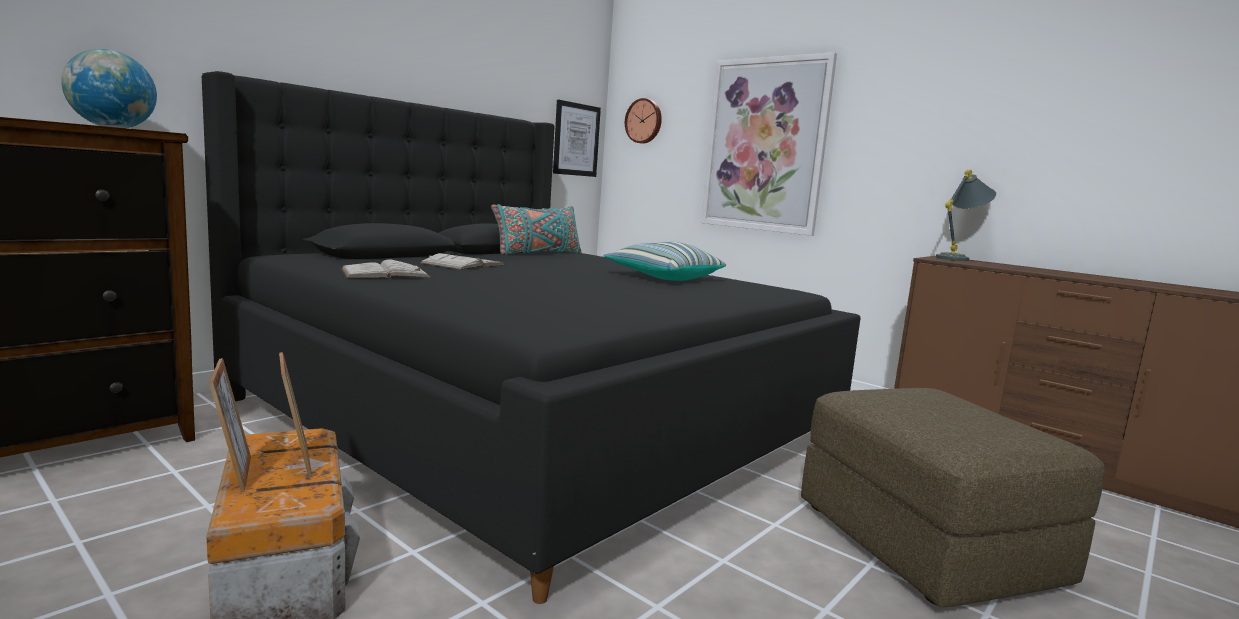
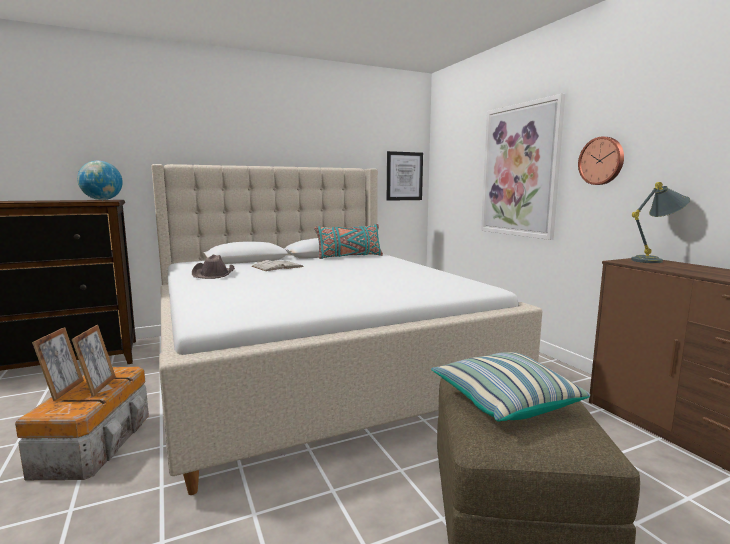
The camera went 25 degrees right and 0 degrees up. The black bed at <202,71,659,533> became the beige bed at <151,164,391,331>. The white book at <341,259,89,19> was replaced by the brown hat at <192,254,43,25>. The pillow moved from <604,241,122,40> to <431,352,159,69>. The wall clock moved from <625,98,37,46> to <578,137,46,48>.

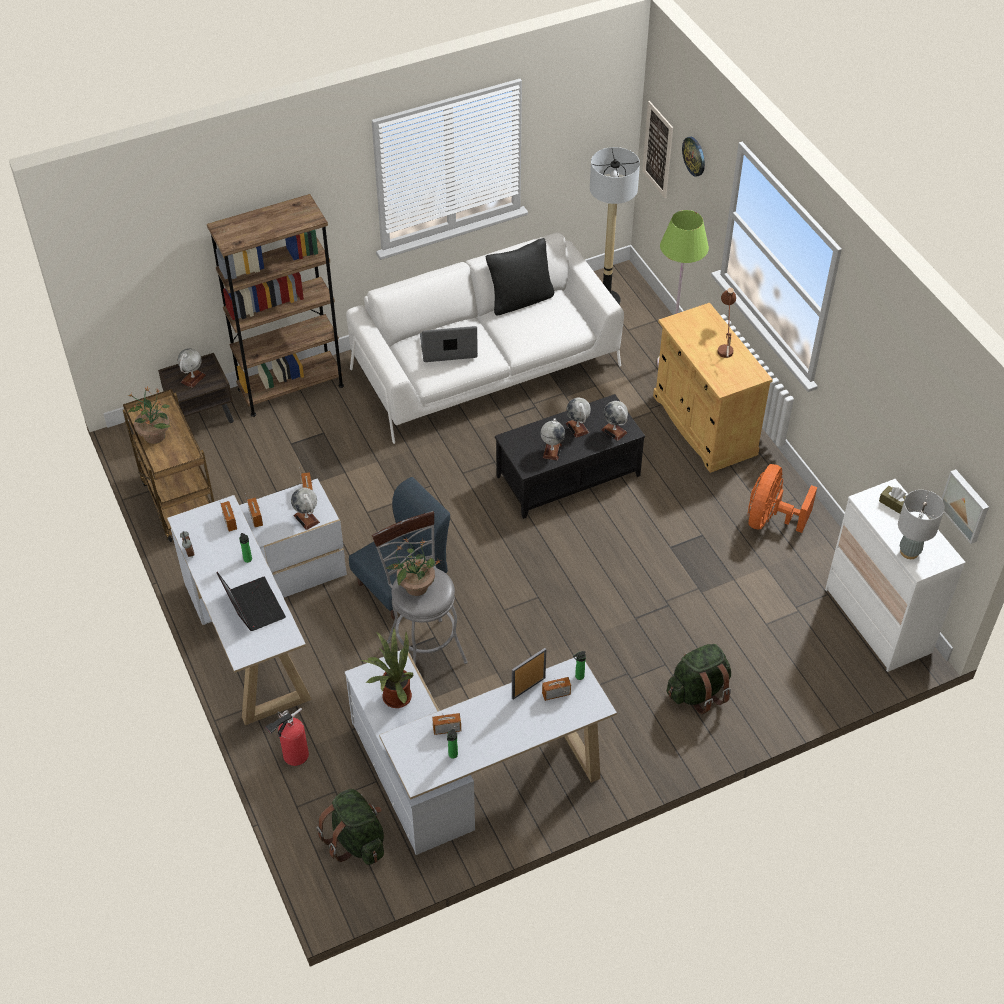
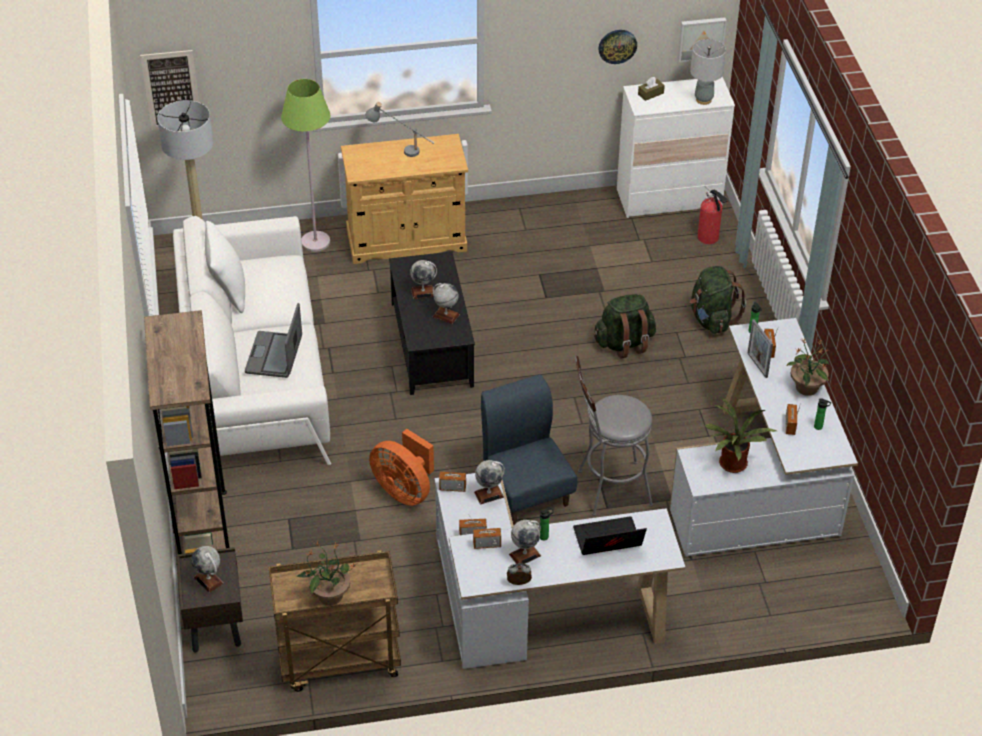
The camera went 75 degrees left and 5 degrees down. The black pillow at <486,238,68,78> became the white pillow at <205,221,40,92>. The brown table lamp at <717,287,19,71> became the grey table lamp at <365,102,70,55>. The orange fan moved from <748,464,69,69> to <369,429,65,77>. The globe moved from <601,401,27,40> to <509,520,32,46>. The green backpack moved from <317,789,67,76> to <594,294,62,64>. The wall clock moved from <682,137,23,40> to <598,30,39,34>. The fire extinguisher moved from <265,708,44,58> to <697,185,32,59>. The potted plant moved from <386,537,55,59> to <787,339,42,57>.

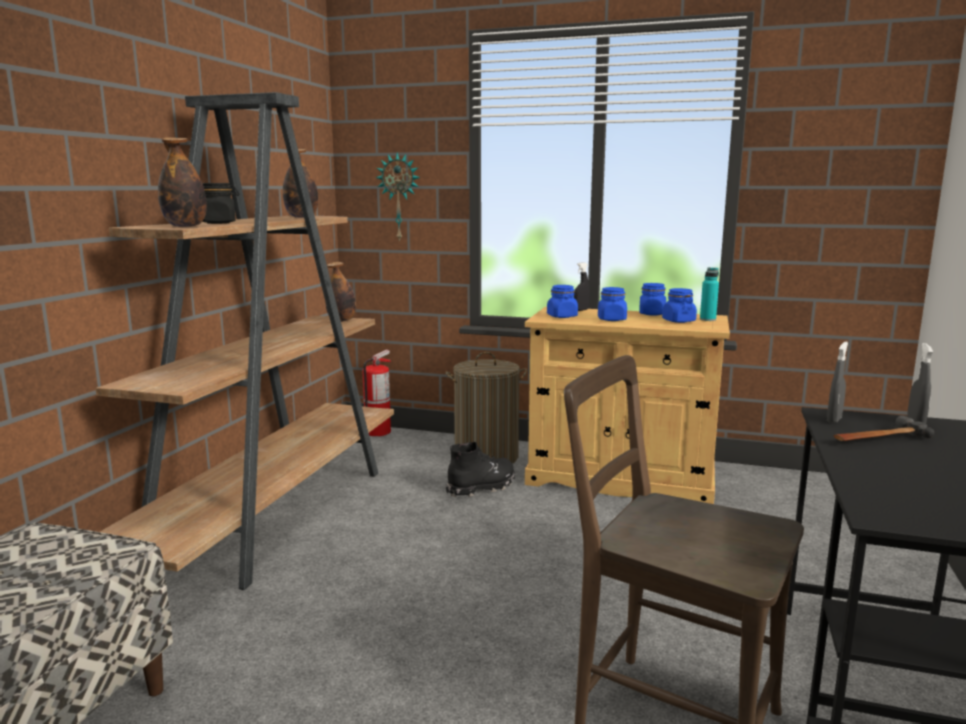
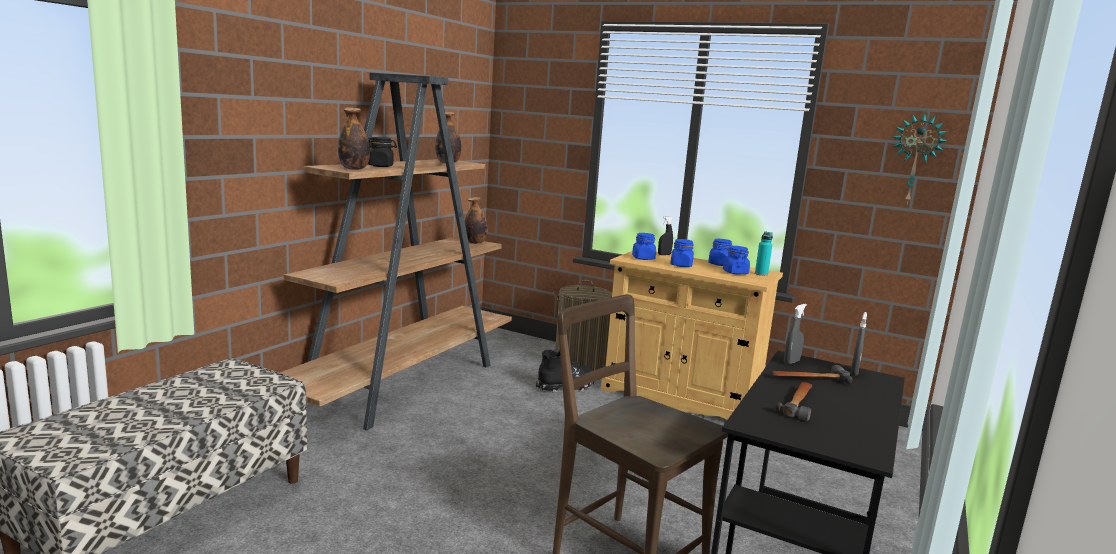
The camera went 10 degrees right and 0 degrees up. The hammer at <775,382,37,39> appeared. The wall clock moved from <375,152,45,90> to <892,114,56,90>. The fire extinguisher at <362,350,29,86> disappeared.

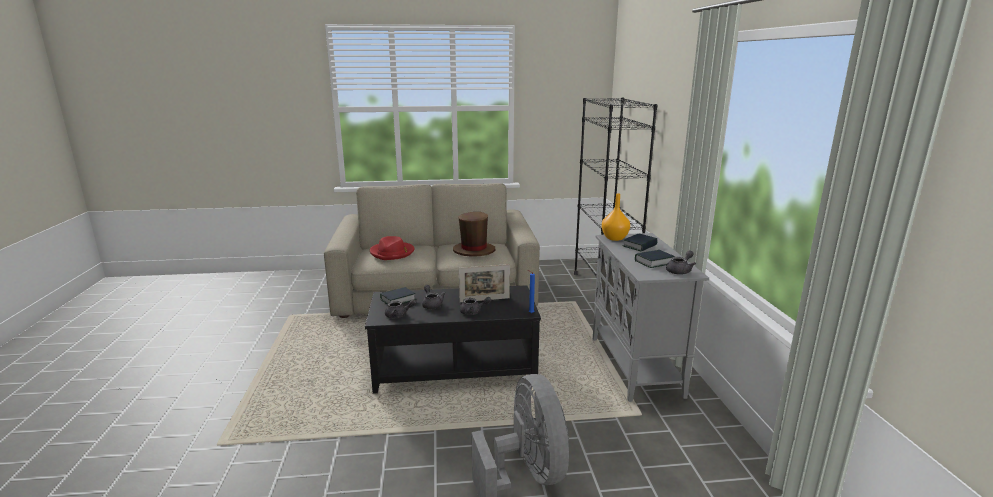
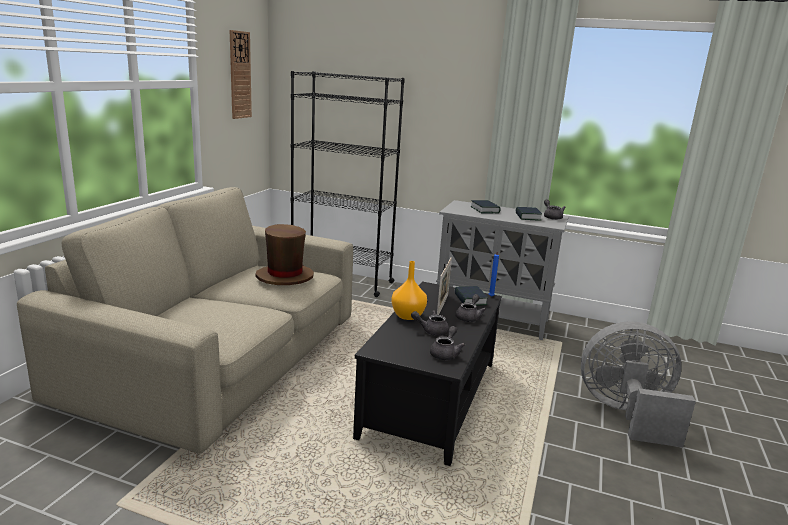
The camera went 65 degrees left and 0 degrees up. The wall clock at <230,30,22,89> appeared. The orange vase moved from <602,194,28,47> to <391,261,36,59>. The book moved from <380,287,36,18> to <455,286,33,20>. The red hat at <370,236,44,24> disappeared.

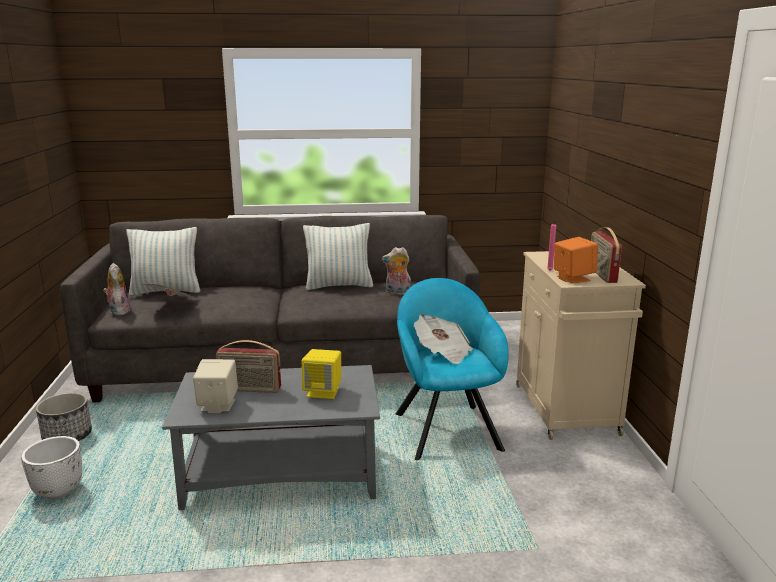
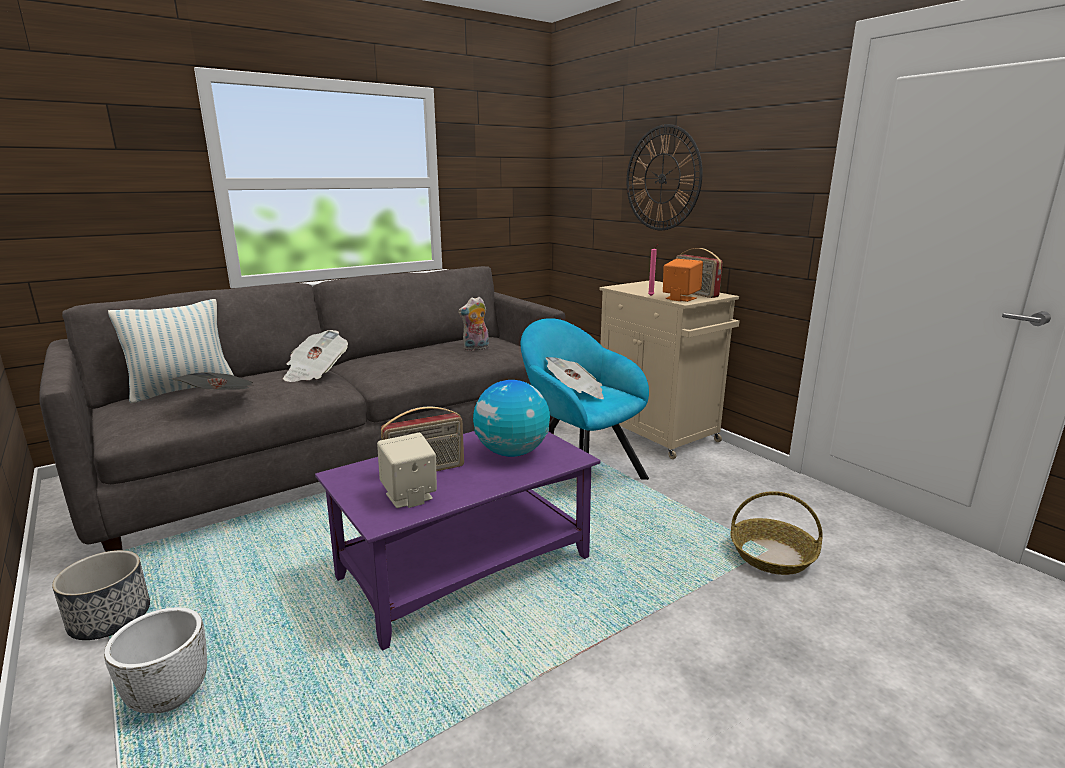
The camera went 30 degrees left and 0 degrees up. The newspaper at <283,330,65,52> appeared. The grey coffee table at <162,365,218,145> became the purple coffee table at <315,431,286,220>. The yellow speaker at <302,349,39,50> was replaced by the globe at <473,380,77,77>. The wall clock at <627,124,76,106> appeared. The basket at <730,491,93,84> appeared. The plush toy at <103,263,28,52> disappeared. The pillow at <303,223,70,67> disappeared.

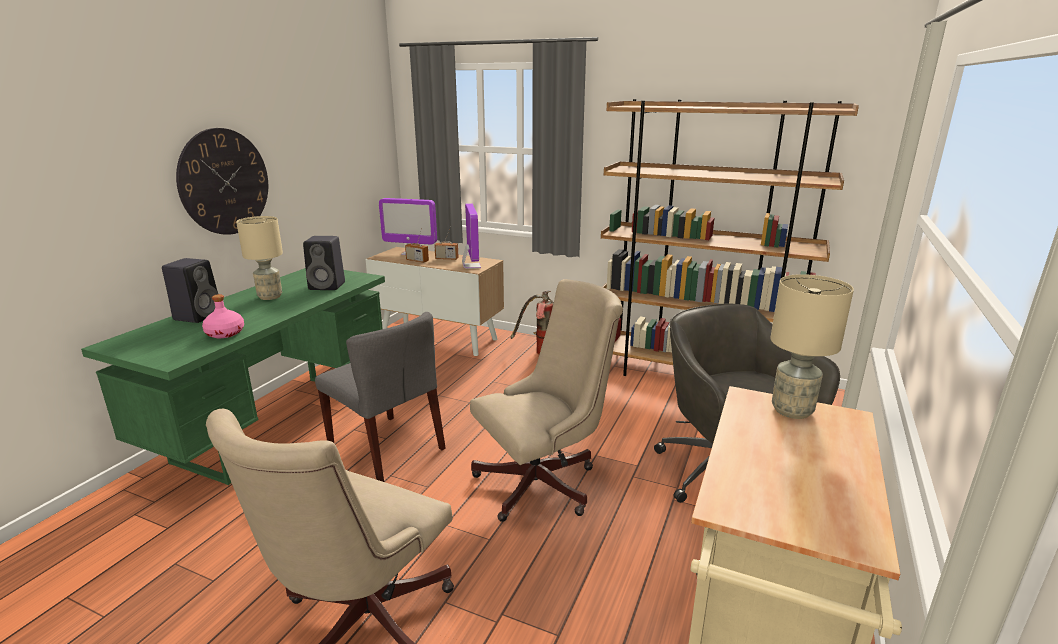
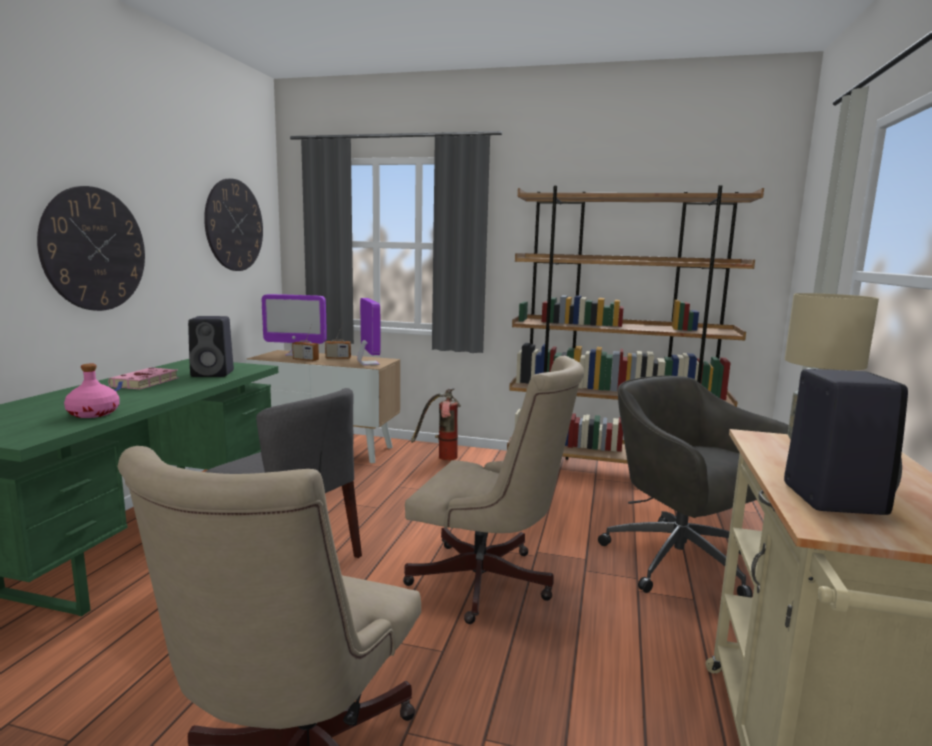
The camera went 10 degrees left and 10 degrees down. The beige table lamp at <236,216,47,84> was replaced by the pink book at <108,367,71,24>. The wall clock at <204,179,59,92> appeared. The beige office chair at <470,279,153,243> turned 60 degrees clockwise. The black speaker moved from <162,258,56,65> to <784,369,124,146>.

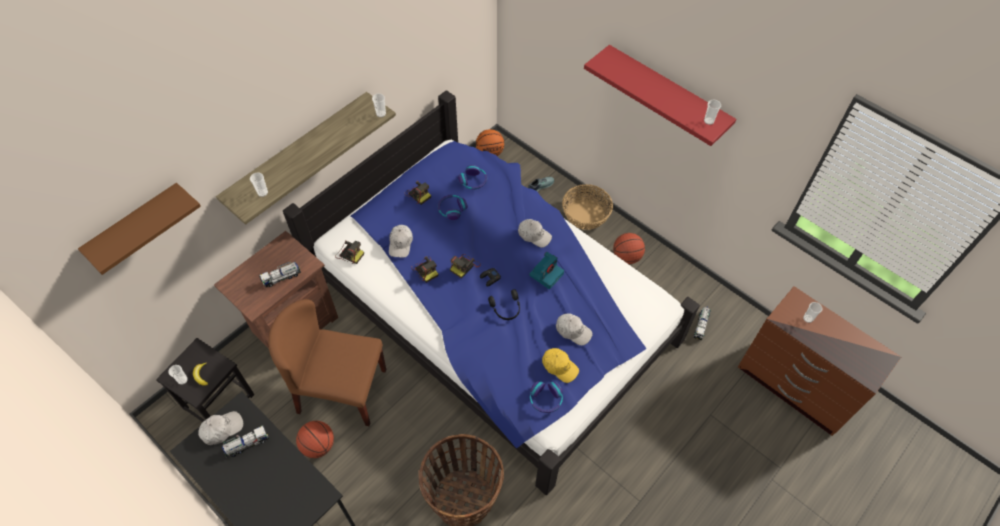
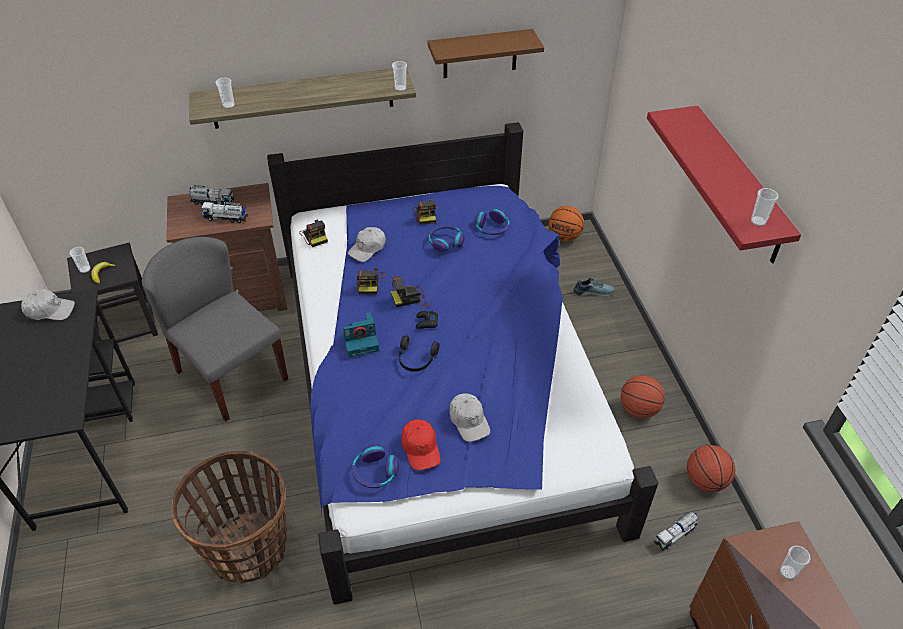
The camera went 35 degrees right and 10 degrees down. The brown chair at <268,299,118,127> became the grey chair at <142,237,146,184>. The toy truck moved from <222,426,47,32> to <190,185,44,20>. The photo camera moved from <529,252,35,37> to <342,312,37,45>. The yellow cap at <542,348,37,35> became the red cap at <401,419,39,51>. The brown shelf moved from <78,183,123,92> to <427,29,117,49>. The basketball moved from <296,421,38,37> to <687,445,48,47>. The white cap at <518,219,34,29> disappeared. The basket at <562,184,51,46> disappeared.

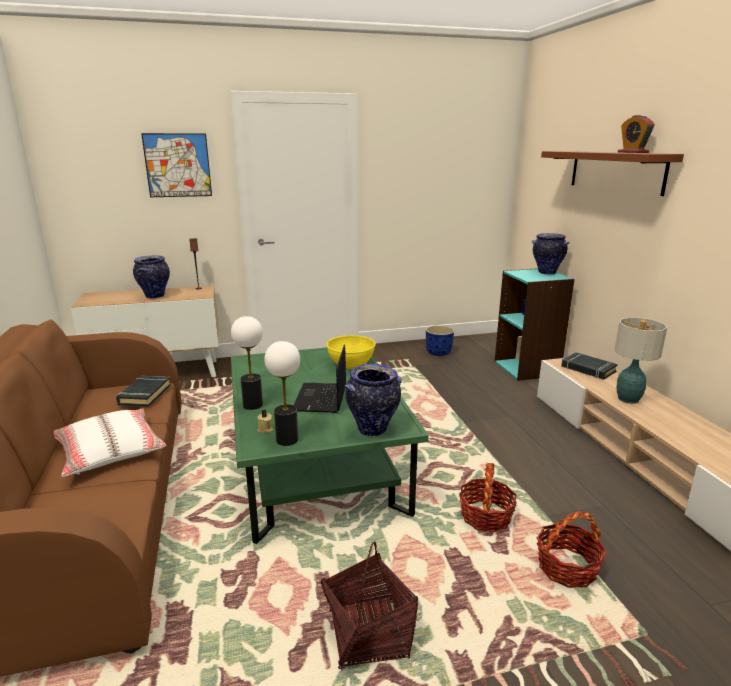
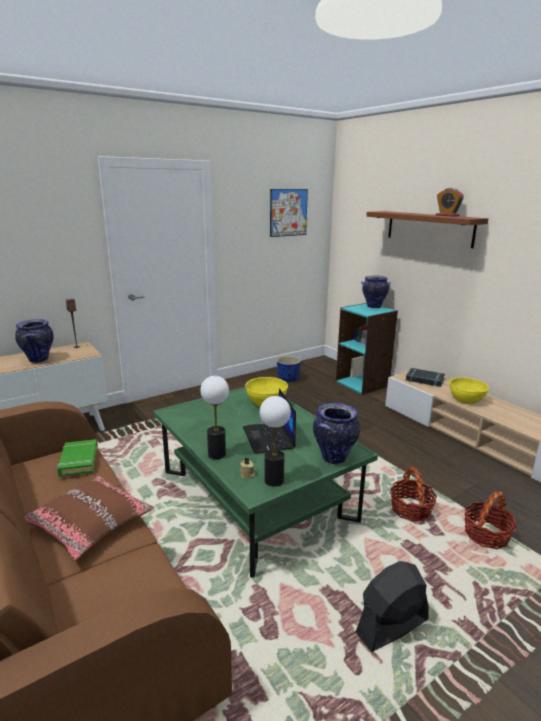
The camera went 20 degrees left and 0 degrees up. The white pillow at <54,409,112,68> became the brown pillow at <25,476,129,85>. The black book at <116,376,55,31> became the green book at <57,439,41,38>. The picture moved from <141,133,71,64> to <270,189,38,48>. The basket at <321,542,97,128> was replaced by the black fan at <356,561,73,91>. The table lamp at <615,317,52,87> was replaced by the yellow bowl at <449,377,40,27>.

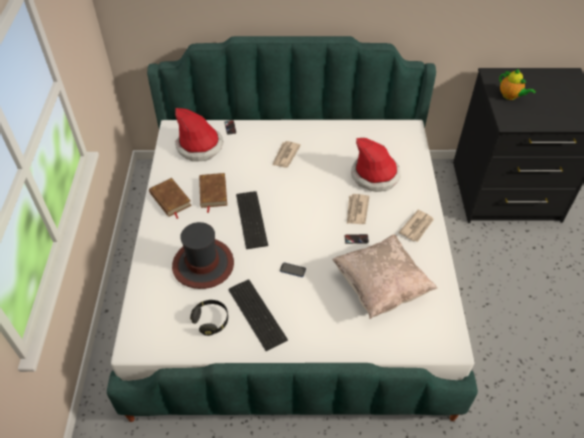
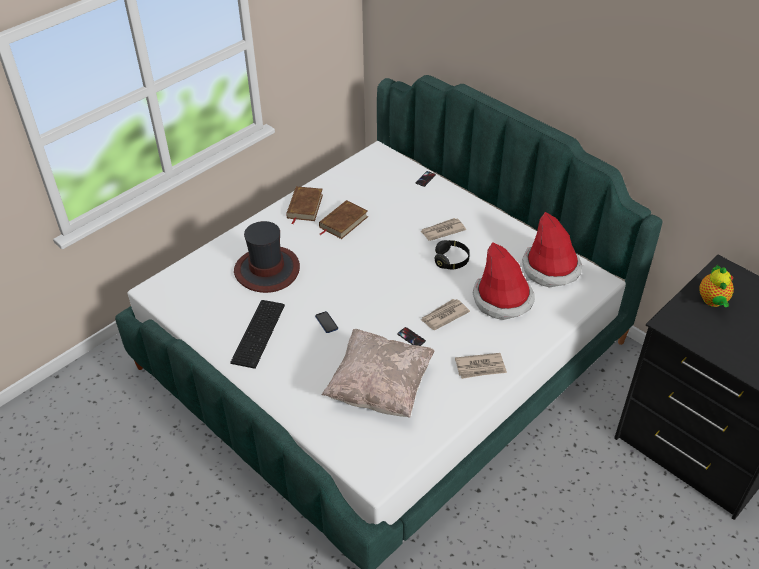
The camera went 45 degrees right and 5 degrees down. The black headphones moved from <190,300,38,36> to <435,240,35,30>. The hat moved from <175,108,48,53> to <522,212,60,76>. The keyboard at <236,191,32,58> disappeared.

